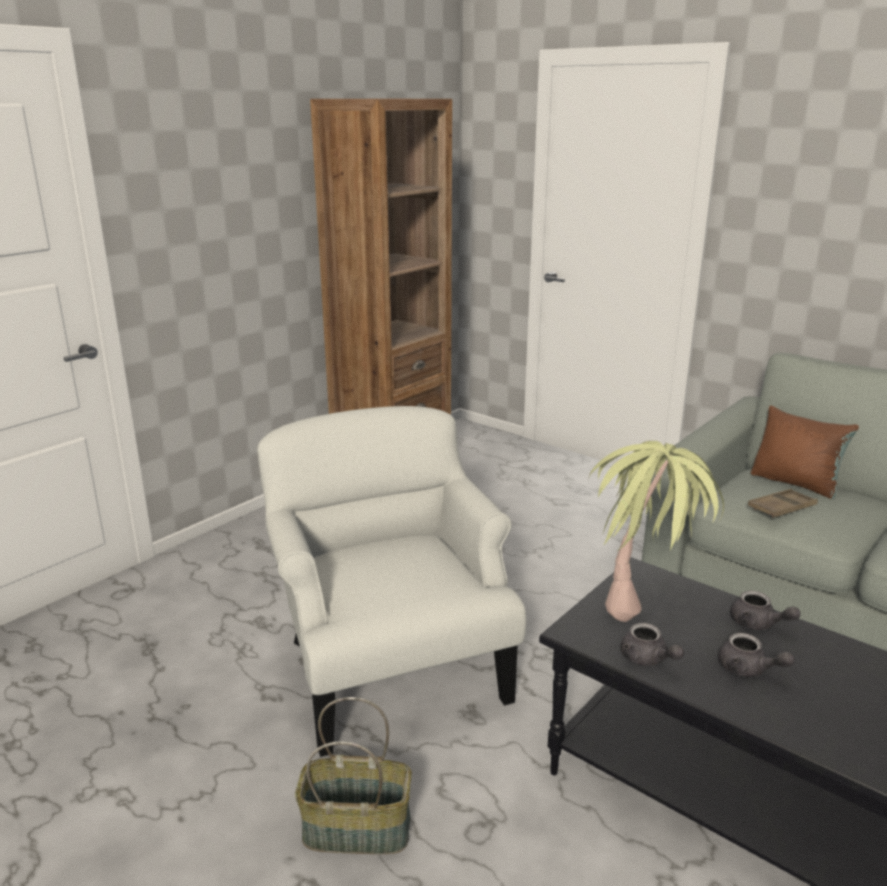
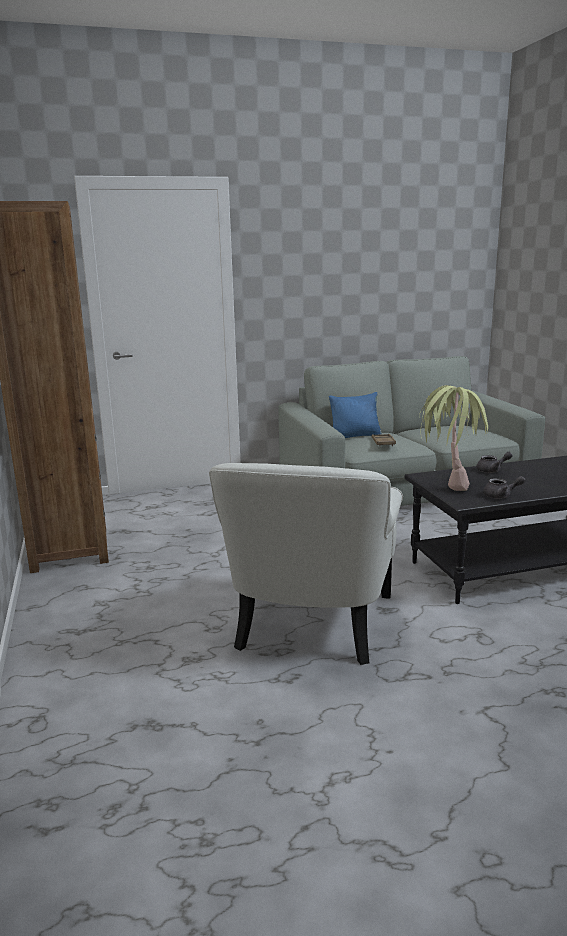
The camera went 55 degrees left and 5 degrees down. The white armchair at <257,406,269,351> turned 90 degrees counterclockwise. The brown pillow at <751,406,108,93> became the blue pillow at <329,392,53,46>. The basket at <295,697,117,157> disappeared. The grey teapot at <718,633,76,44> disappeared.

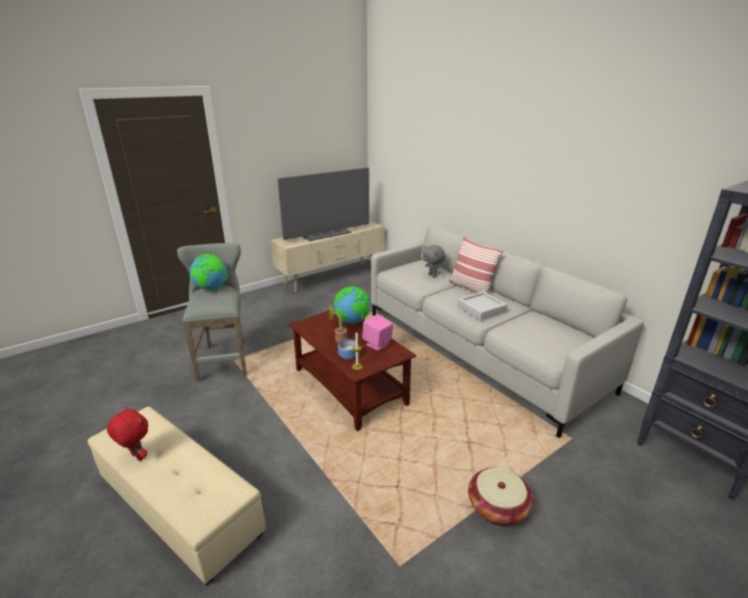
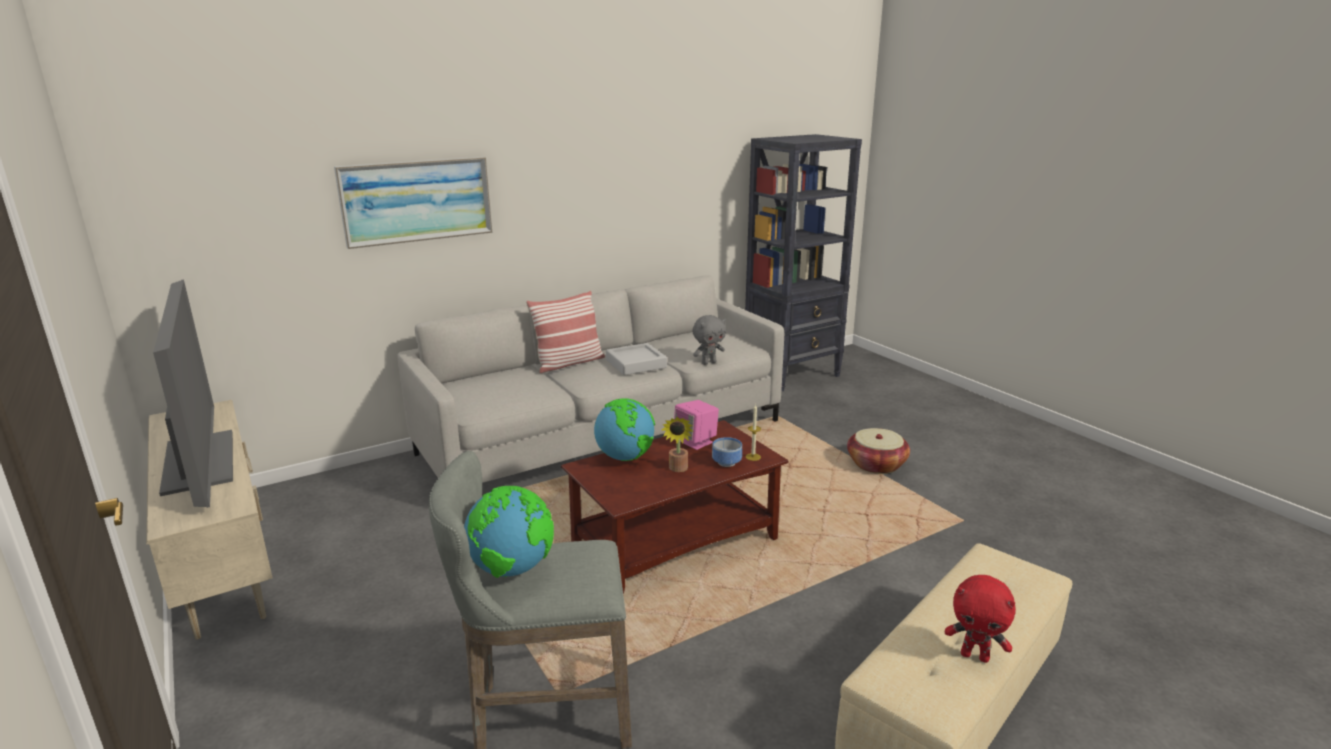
The camera went 85 degrees left and 5 degrees down. The picture at <334,157,158,92> appeared. The grey plush toy moved from <423,245,22,33> to <692,315,34,50>. The red plush toy at <107,407,41,54> turned 105 degrees counterclockwise.

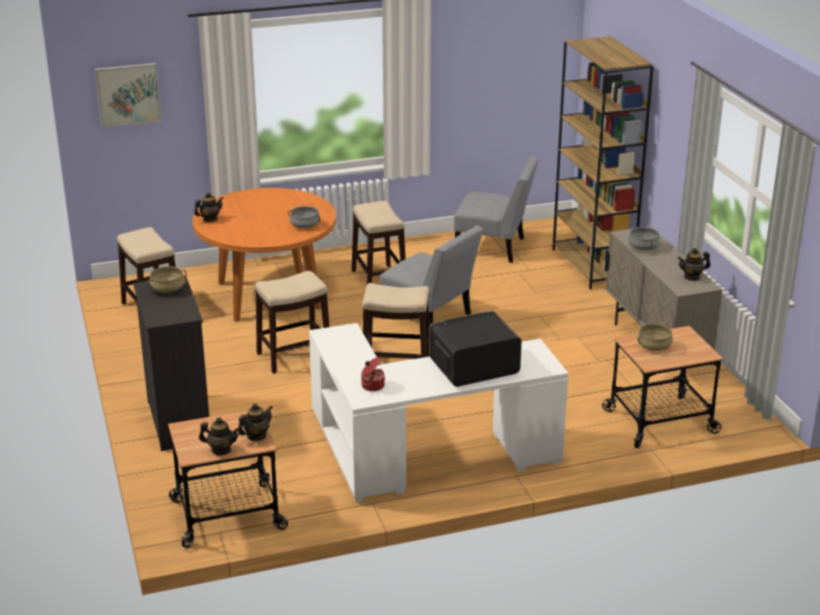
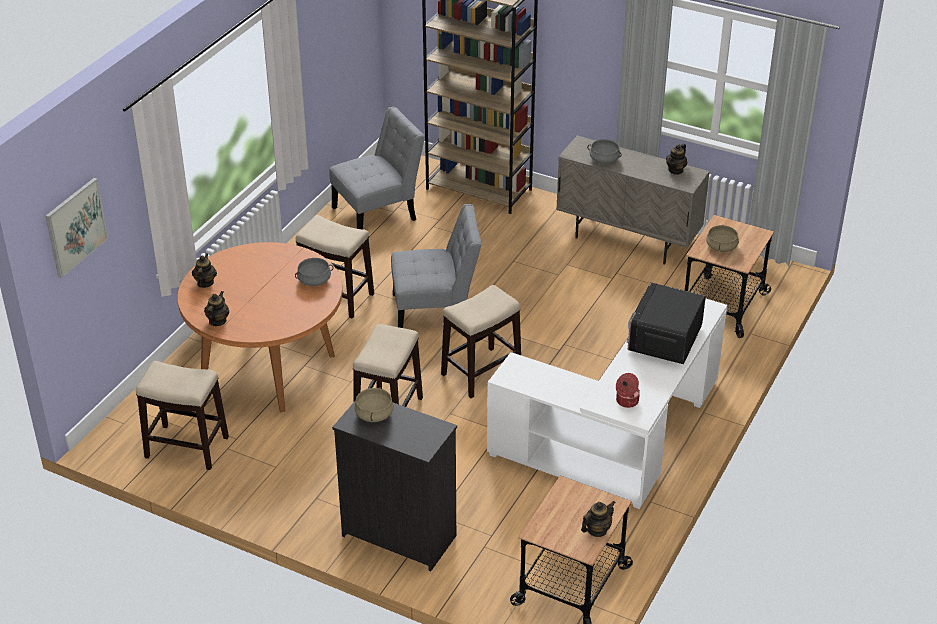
The camera went 45 degrees left and 10 degrees up. The teapot moved from <238,404,35,37> to <192,253,25,35>.

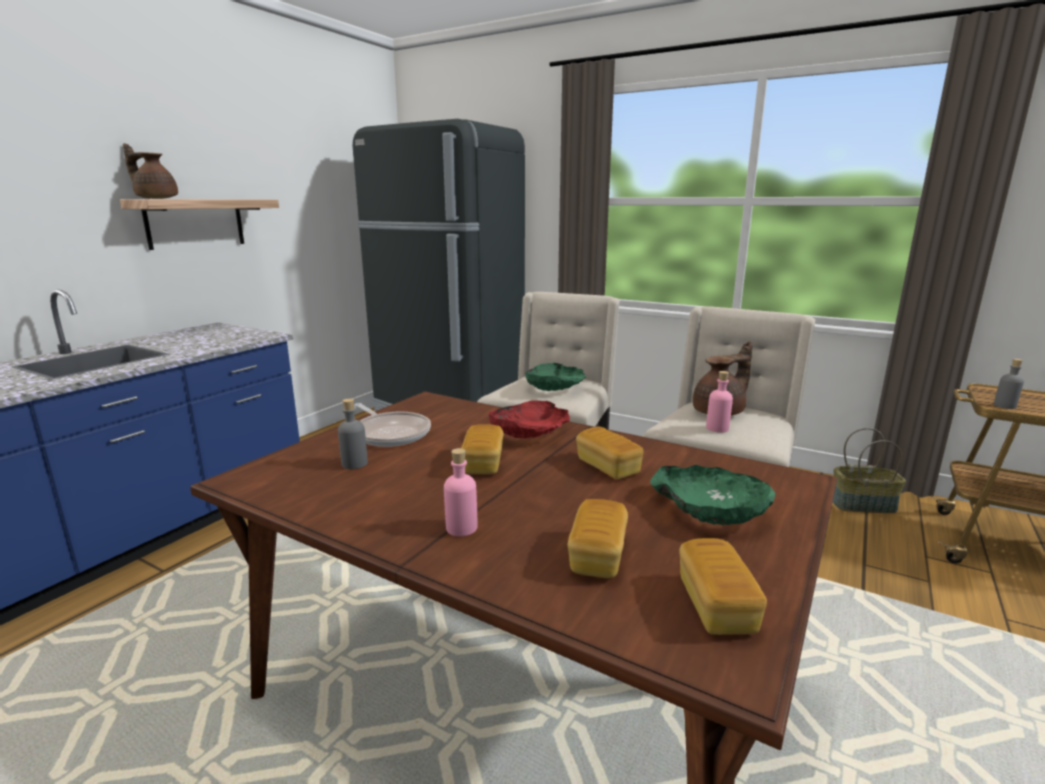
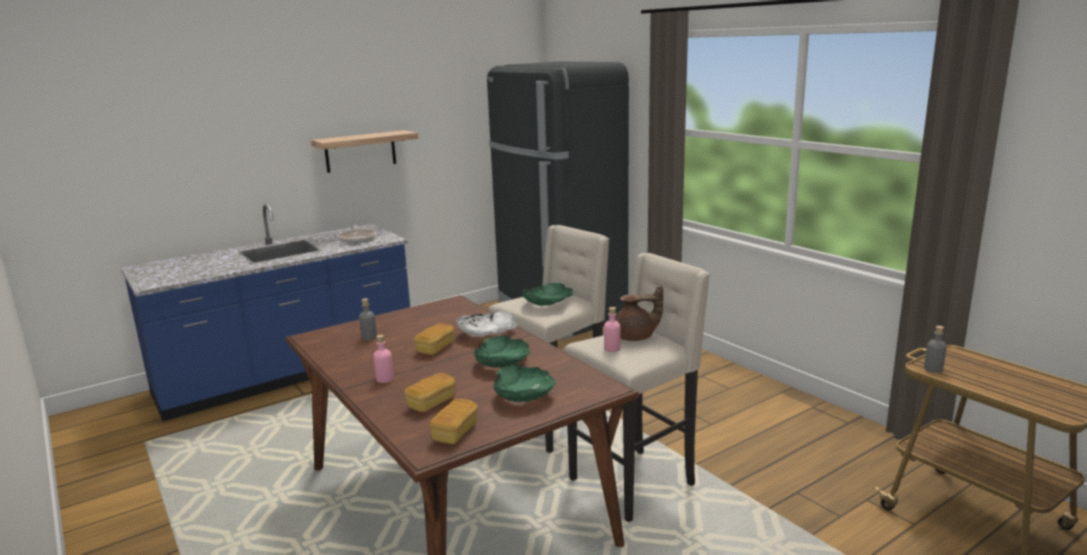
The camera went 25 degrees right and 0 degrees up. The frying pan moved from <355,403,76,44> to <338,225,38,18>. The red bowl at <489,401,81,37> became the white bowl at <457,312,60,25>. The bread at <576,427,68,52> was replaced by the green bowl at <473,335,57,33>. The brown teapot at <123,143,55,56> disappeared. The basket at <833,428,73,85> disappeared.

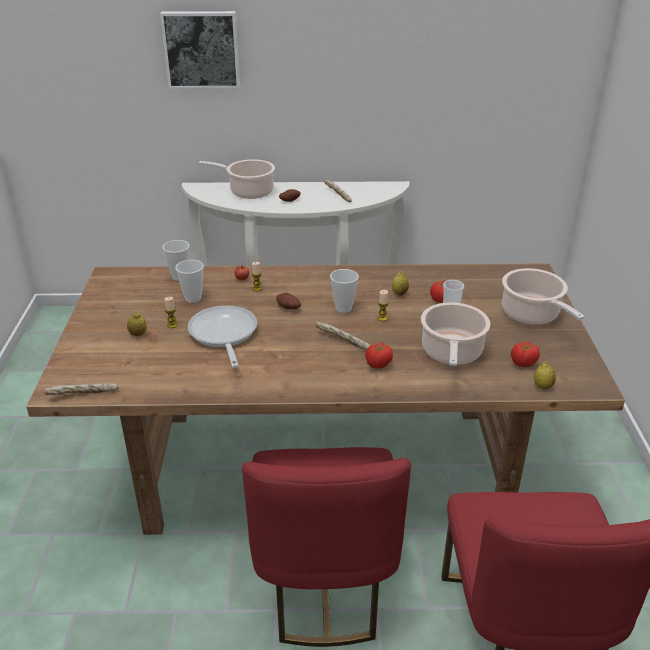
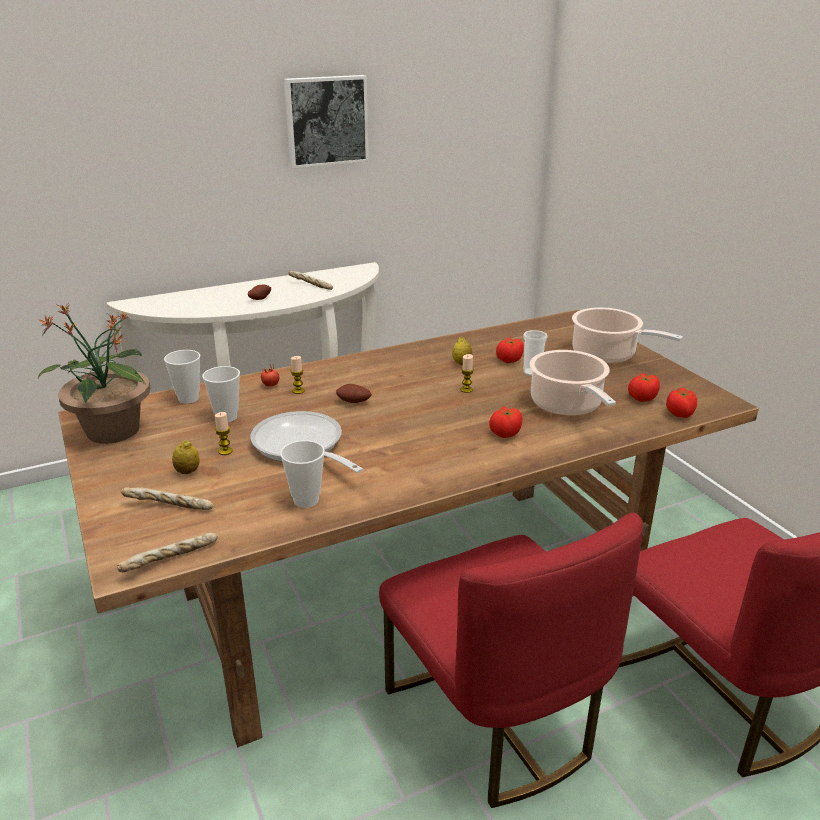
The camera went 25 degrees left and 5 degrees down. The potted plant at <38,304,112,140> appeared. The bread moved from <315,322,55,28> to <121,487,93,23>. The cup moved from <330,269,29,44> to <280,440,45,68>. The picture moved from <160,11,80,78> to <284,75,85,94>. The lemon at <534,361,22,28> was replaced by the tomato at <666,388,31,30>. The cooking pot at <199,159,76,40> disappeared.

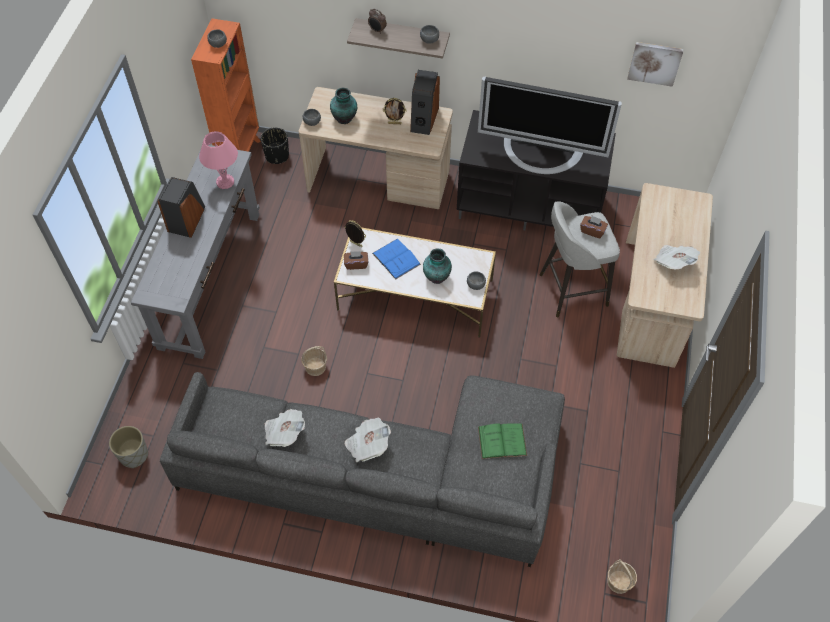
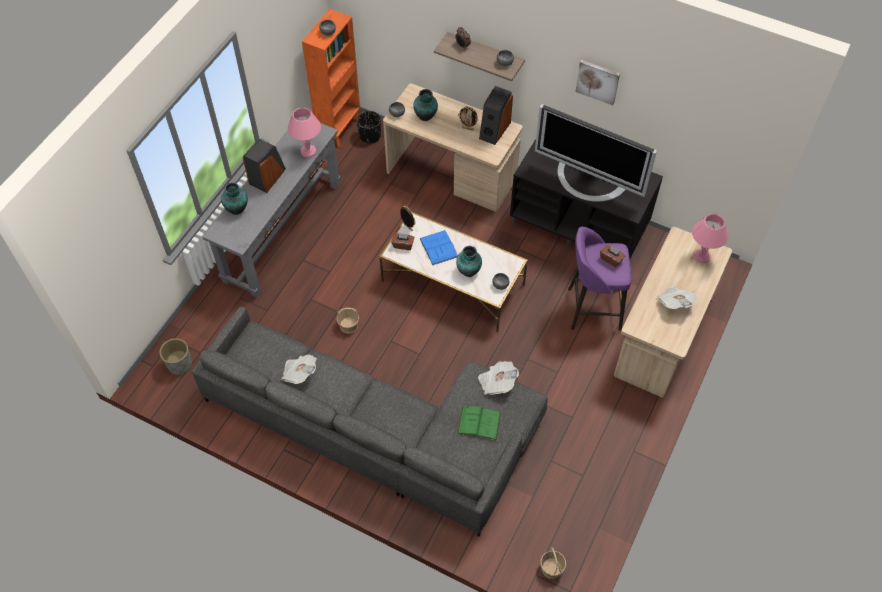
The camera went 15 degrees right and 0 degrees up. The vase at <221,182,27,33> appeared. The newspaper moved from <345,418,46,44> to <478,361,41,34>. The grey stool at <539,201,81,116> became the purple stool at <568,227,64,104>. The picture moved from <627,42,57,45> to <575,60,45,45>. The pink table lamp at <692,213,36,50> appeared.

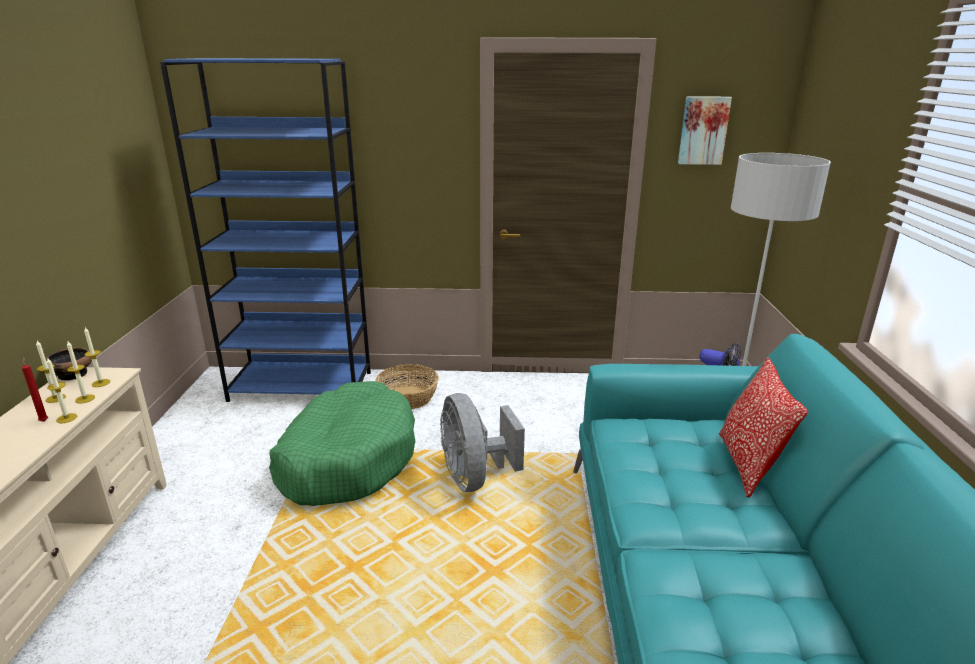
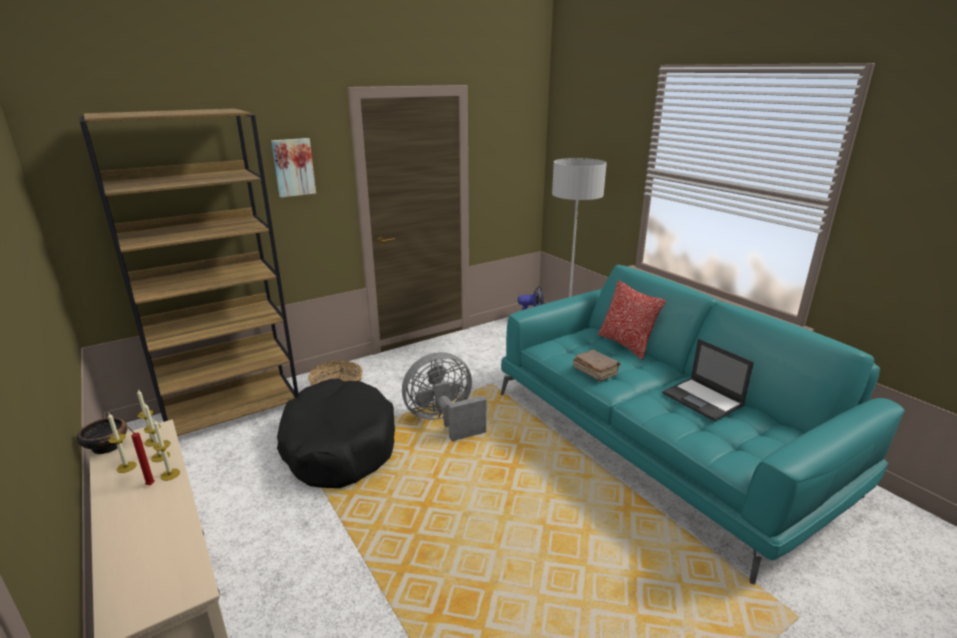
The camera went 35 degrees left and 0 degrees up. The blue bookcase at <160,58,211,344> became the brown bookcase at <80,108,218,328>. The picture moved from <678,96,54,69> to <271,138,45,60>. The green dog bed at <269,381,146,125> became the black dog bed at <277,378,118,110>. The grey fan at <440,393,85,99> turned 120 degrees clockwise. The brown book at <573,350,48,31> appeared. The laptop at <663,339,91,83> appeared.

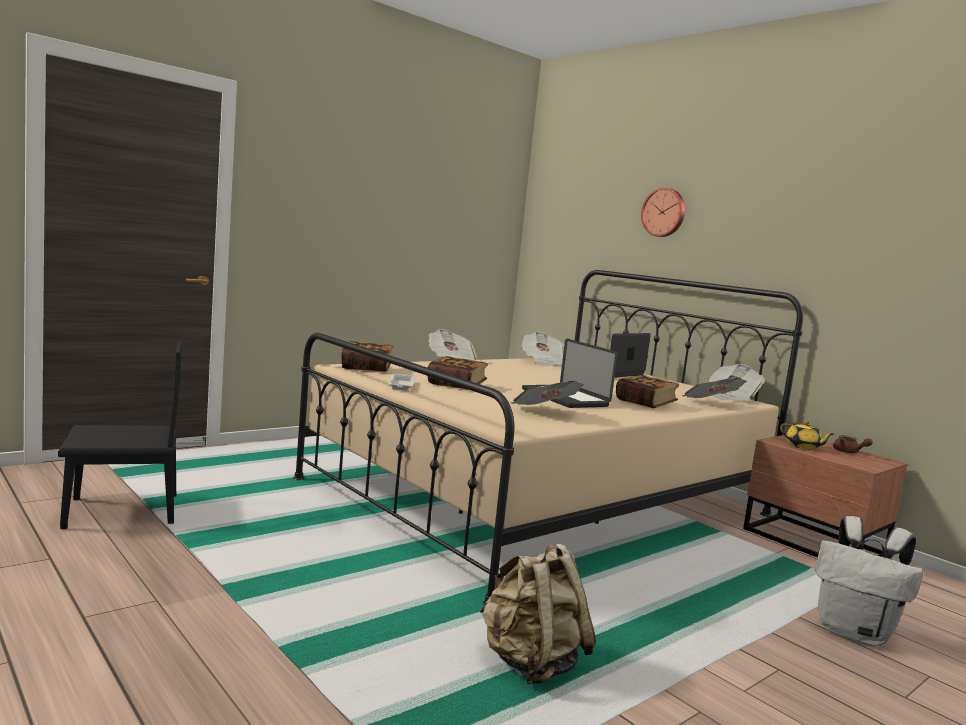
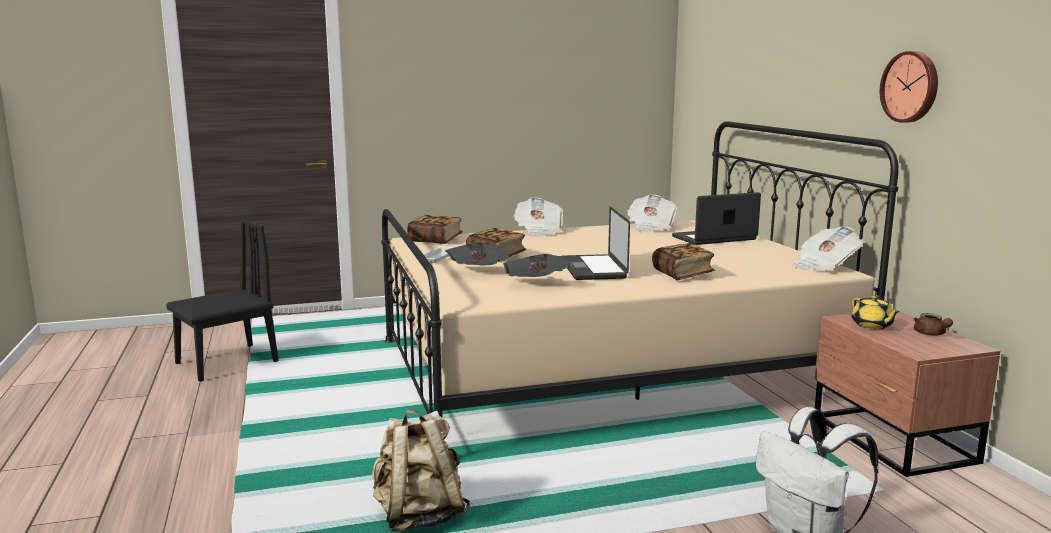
The camera went 25 degrees right and 5 degrees up. The black chair at <58,342,124,187> turned 45 degrees counterclockwise. The newspaper moved from <682,377,65,21> to <445,243,65,23>. The wall clock moved from <641,187,44,50> to <880,51,58,72>.

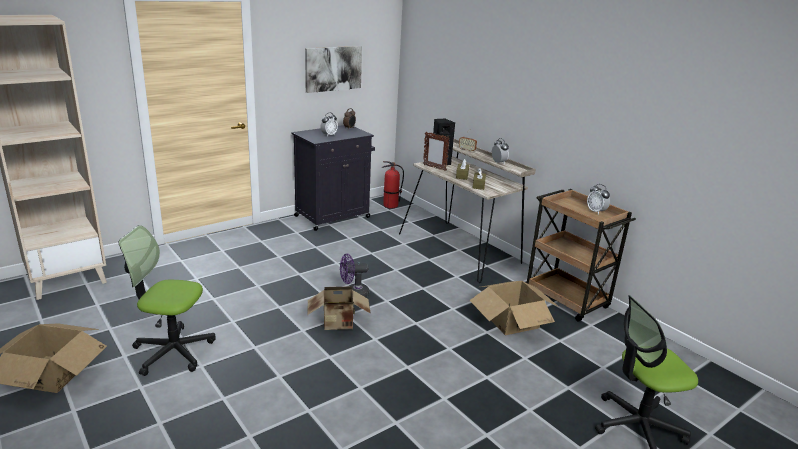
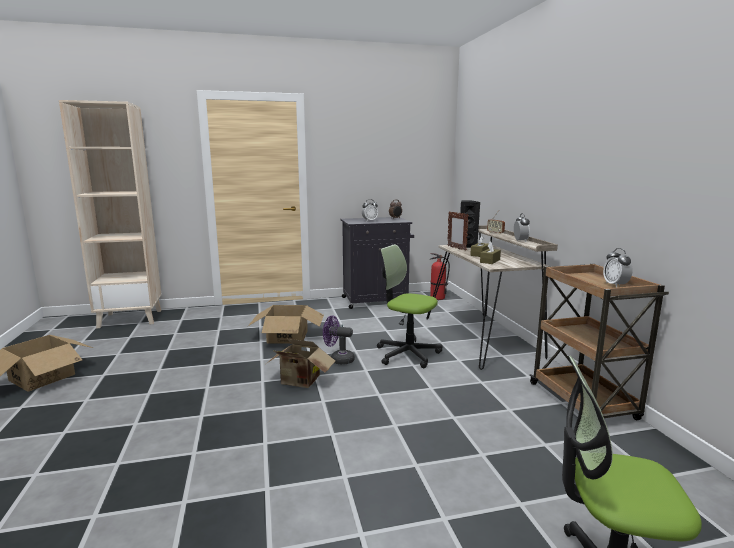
The camera went 25 degrees right and 10 degrees down. The cardboard box moved from <469,281,90,54> to <248,305,76,39>. The office chair moved from <118,225,98,151> to <377,244,65,124>. The picture at <305,46,57,47> disappeared.

